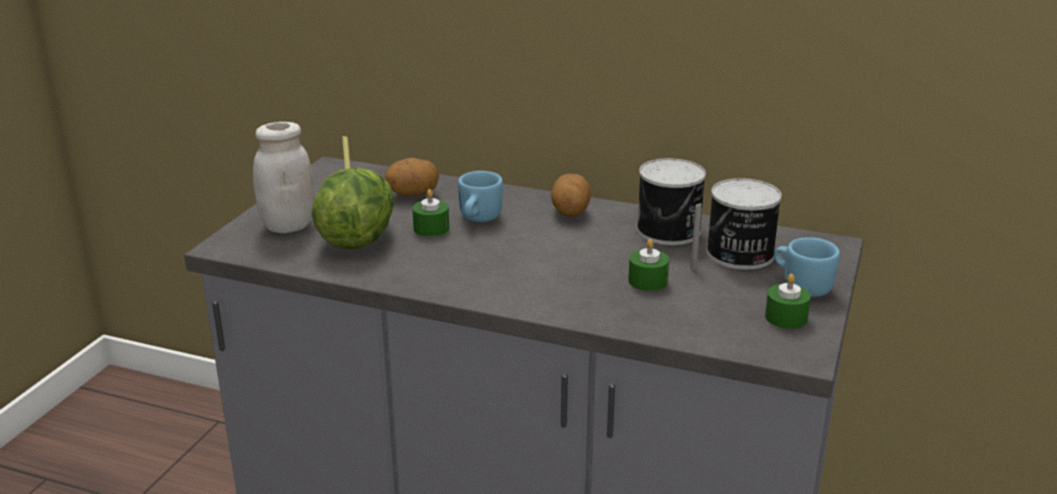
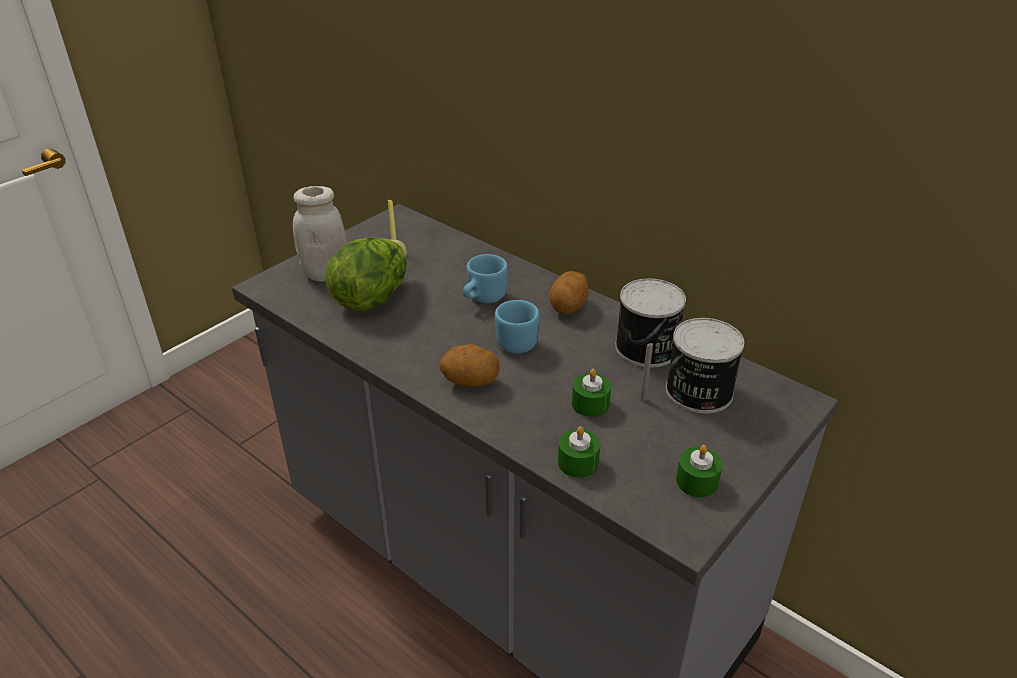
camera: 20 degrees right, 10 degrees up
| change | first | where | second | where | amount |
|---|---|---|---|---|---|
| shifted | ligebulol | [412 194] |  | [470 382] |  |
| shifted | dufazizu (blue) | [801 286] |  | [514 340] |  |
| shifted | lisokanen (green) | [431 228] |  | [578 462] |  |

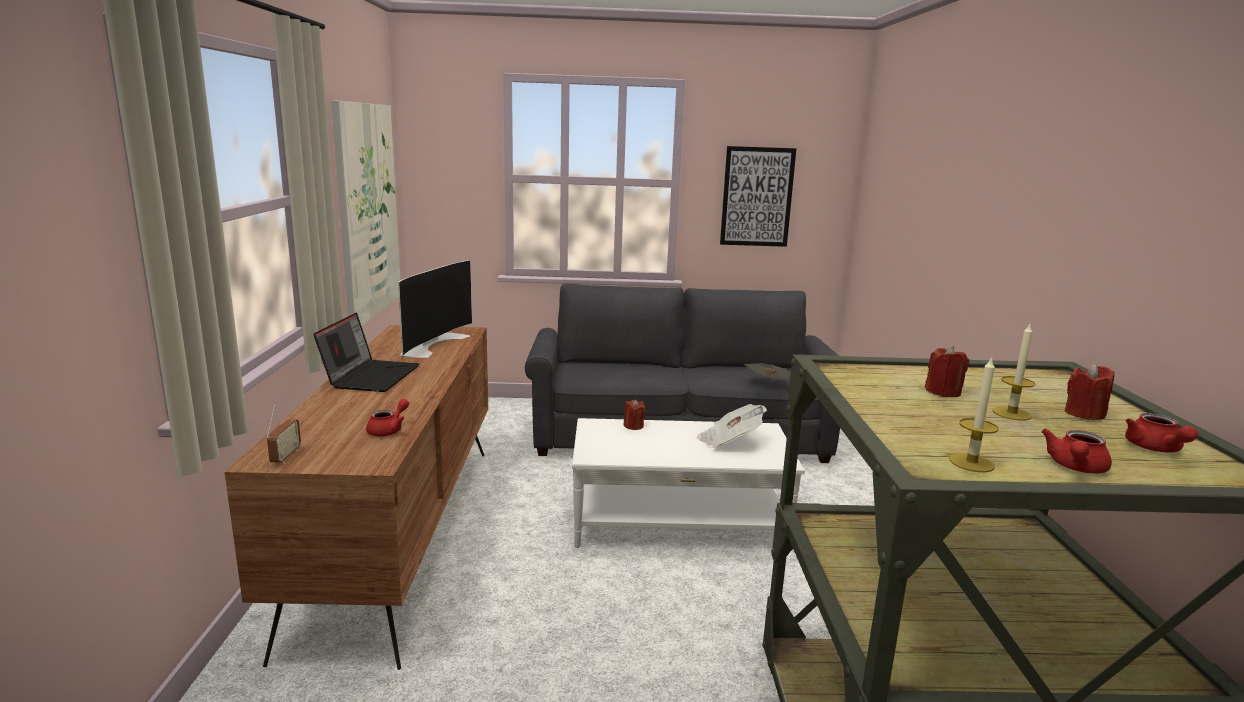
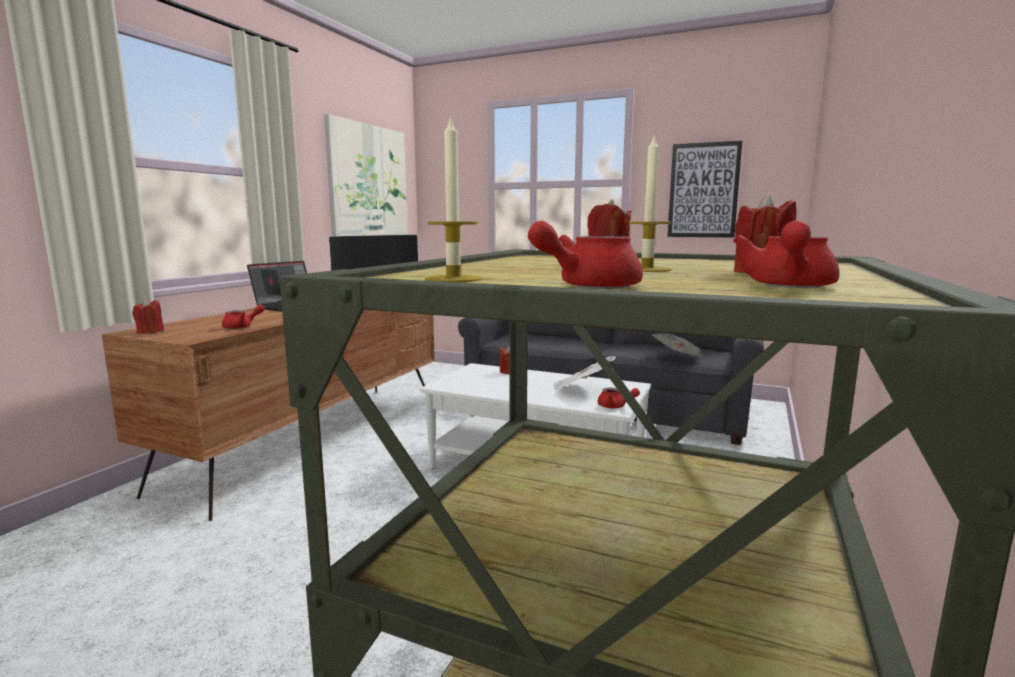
camera: 25 degrees right, 5 degrees down
| change | first | where | second | where | amount |
|---|---|---|---|---|---|
| swapped | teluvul | [285 457] | lisokanen (red) | [150 331] |  |
| new |  |  | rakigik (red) | [615 406] |  |

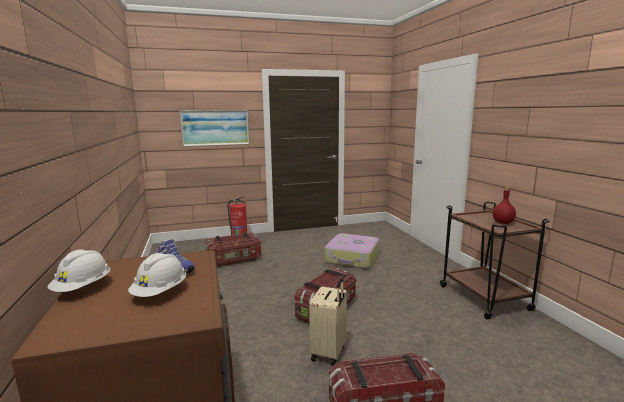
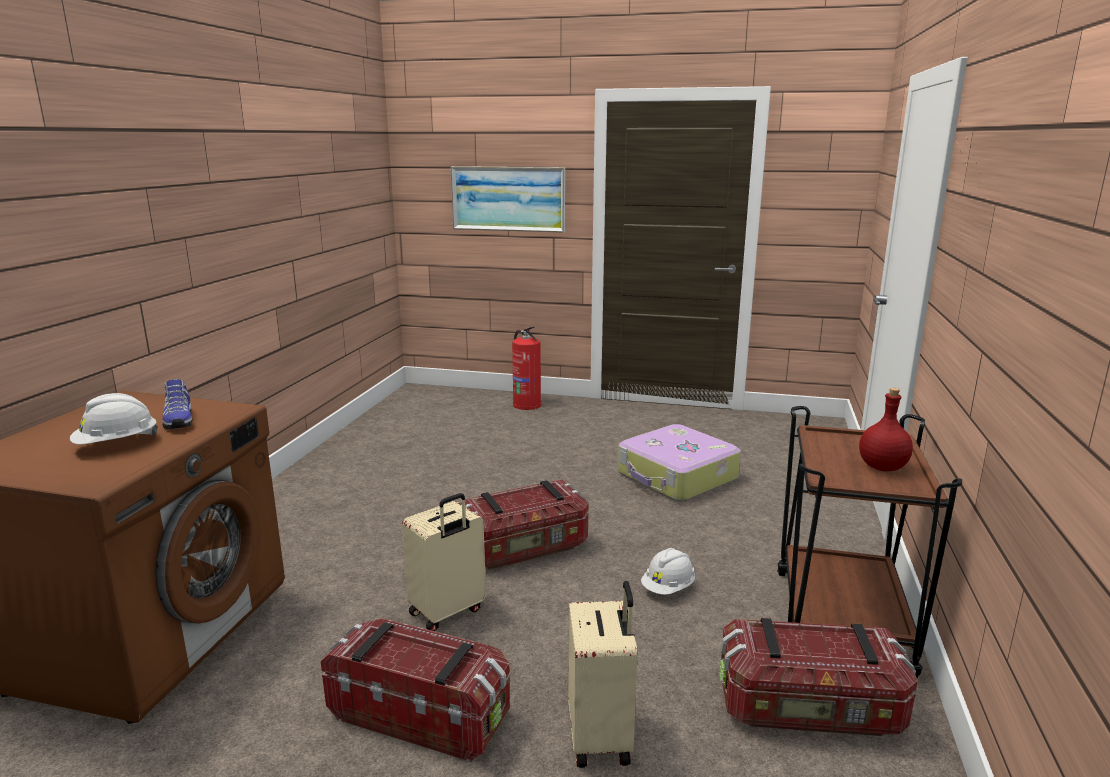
camera: 30 degrees right, 5 degrees up
| change | first | where | second | where | amount |
|---|---|---|---|---|---|
| new |  |  | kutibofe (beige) | [601 737] |  |
| shifted | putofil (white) | [83 288] |  | [668 588] |  |
| shifted | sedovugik | [234 260] |  | [809 710] |  |

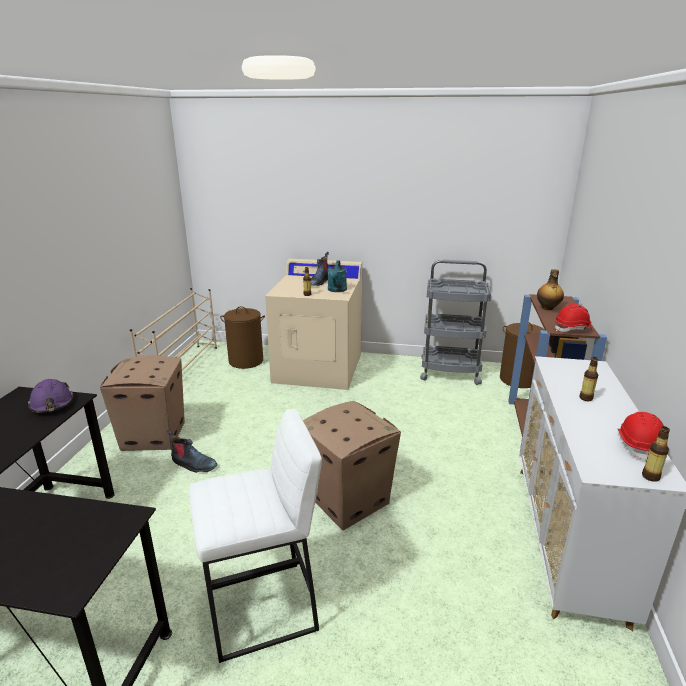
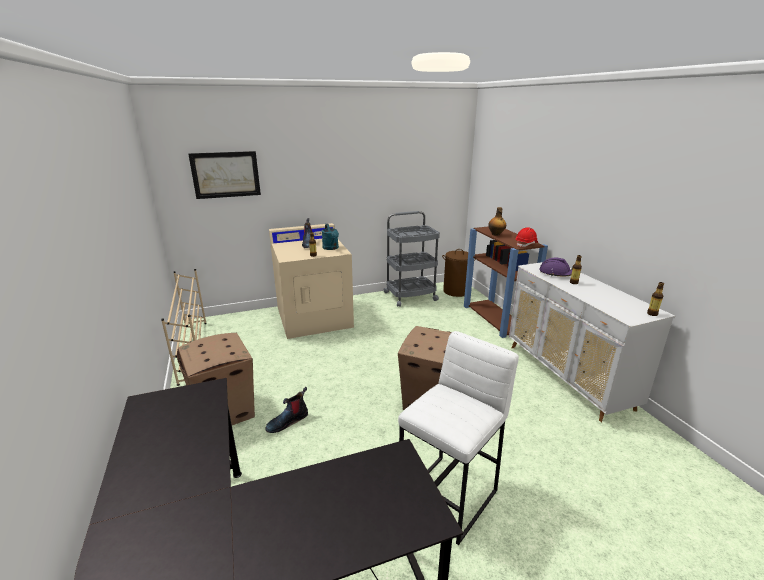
camera: 30 degrees left, 0 degrees up
| change | first | where | second | where | amount |
|---|---|---|---|---|---|
| new |  |  | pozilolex | [226 174] |  |
| rotated | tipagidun | [193 464] |  | [287 421] | 150 degrees clockwise |
| shifted | putofil (purple) | [52 404] |  | [556 273] |  |
| gone | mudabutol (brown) | [246 361] |  |  |  |
| gone | putofil (red) | [638 445] |  |  |  |

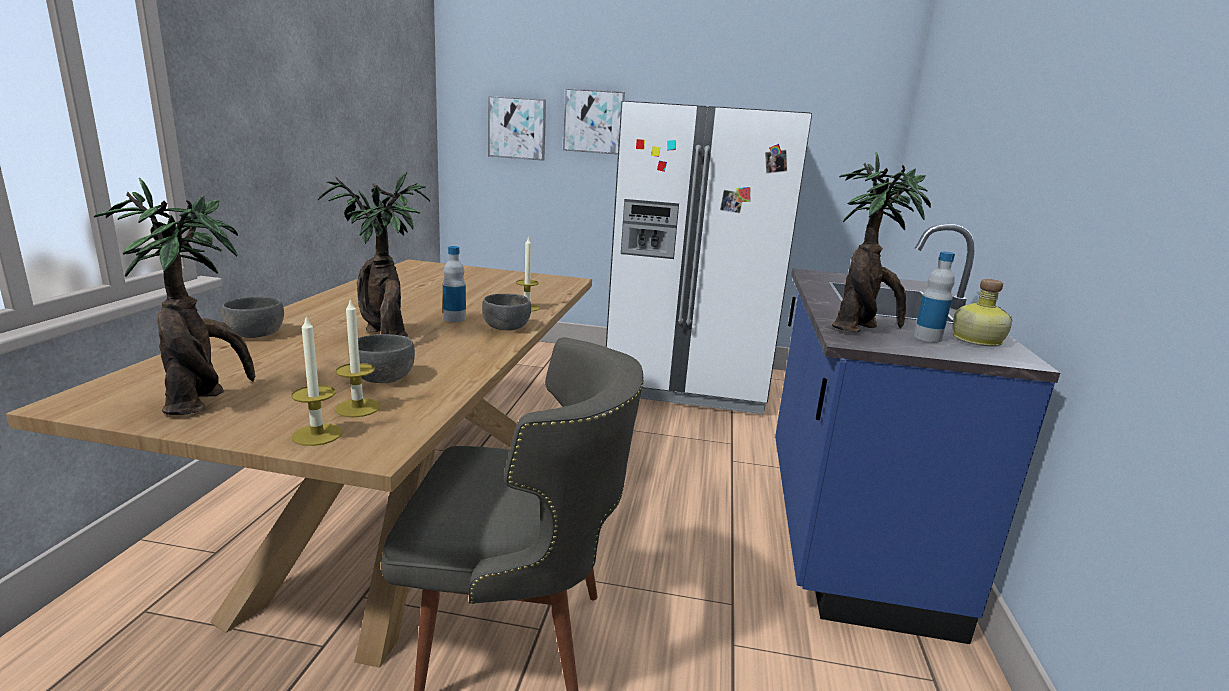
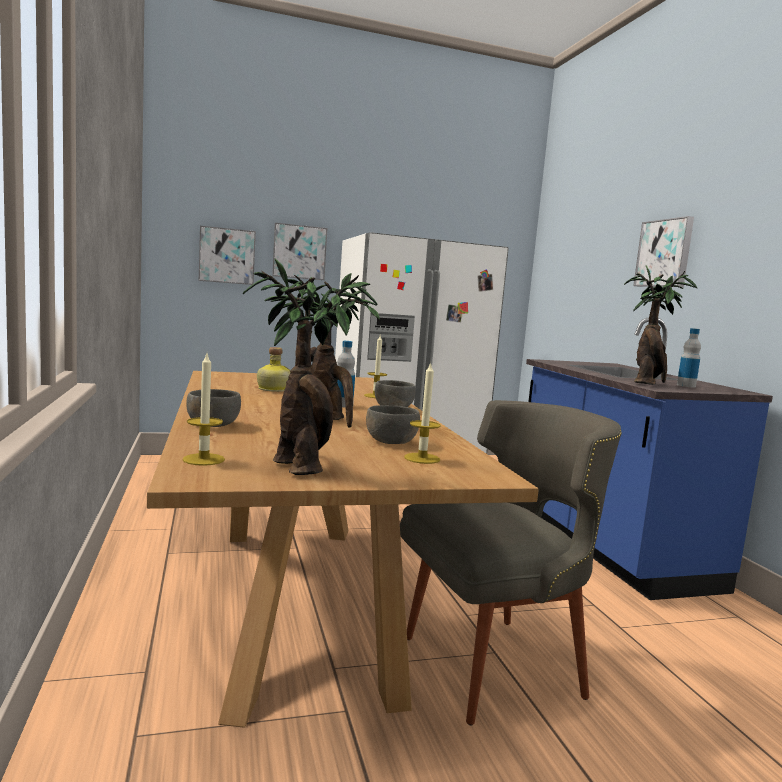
camera: 25 degrees left, 10 degrees down
| change | first | where | second | where | amount |
|---|---|---|---|---|---|
| shifted | lisokanen | [317 434] |  | [203 459] |  |
| shifted | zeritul | [975 340] |  | [272 389] |  |
| new |  |  | pozilolex | [664 253] |  |

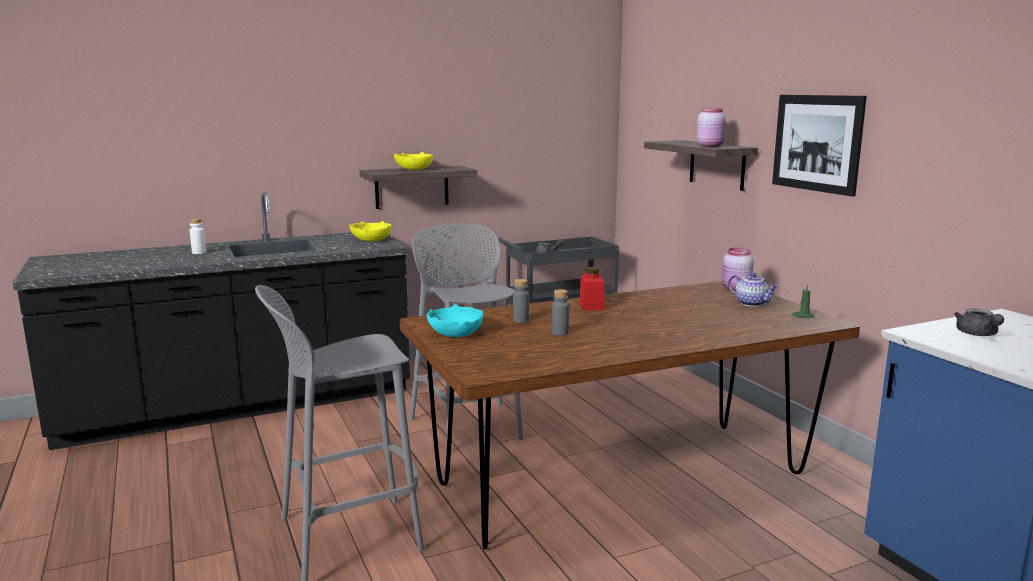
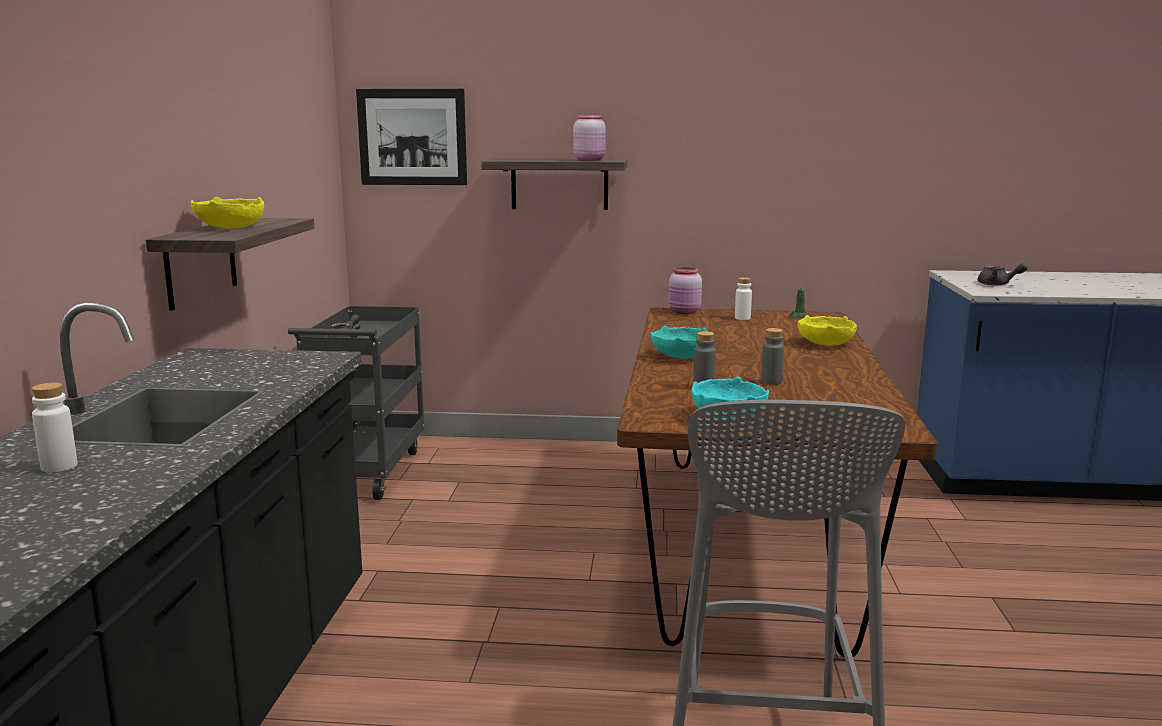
camera: 60 degrees left, 0 degrees up
| change | first | where | second | where | amount |
|---|---|---|---|---|---|
| shifted | pozilolex | [817 143] |  | [412 137] |  |
| swapped | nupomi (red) | [591 306] | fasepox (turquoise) | [682 356] |  |
| swapped | rakigik | [752 303] | zeritul (white) | [742 318] |  |
| shifted | fasepox (yellow) | [371 240] |  | [826 343] |  |
| gone | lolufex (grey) | [469 427] |  |  |  |

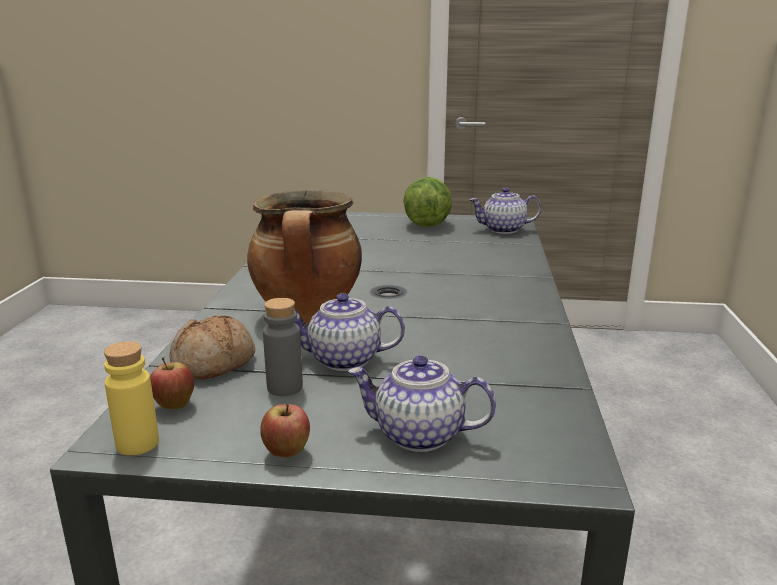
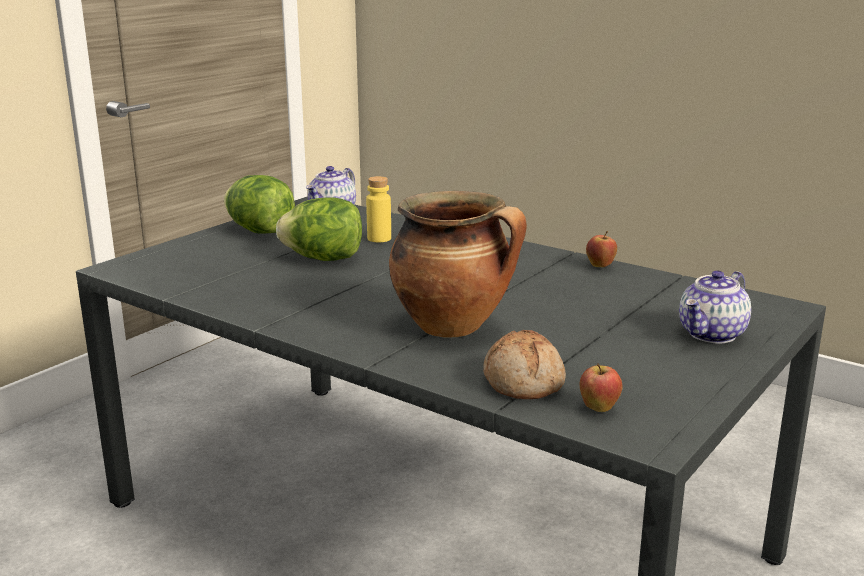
camera: 60 degrees left, 0 degrees up
| change | first | where | second | where | amount |
|---|---|---|---|---|---|
| new |  |  | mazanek | [324 259] |  |
| shifted | zeritul (yellow) | [137 443] |  | [379 238] |  |
| shifted | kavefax | [287 453] |  | [600 266] |  |
| gone | zeritul (grey) | [285 387] |  |  |  |
| gone | rakigik | [344 360] |  |  |  |

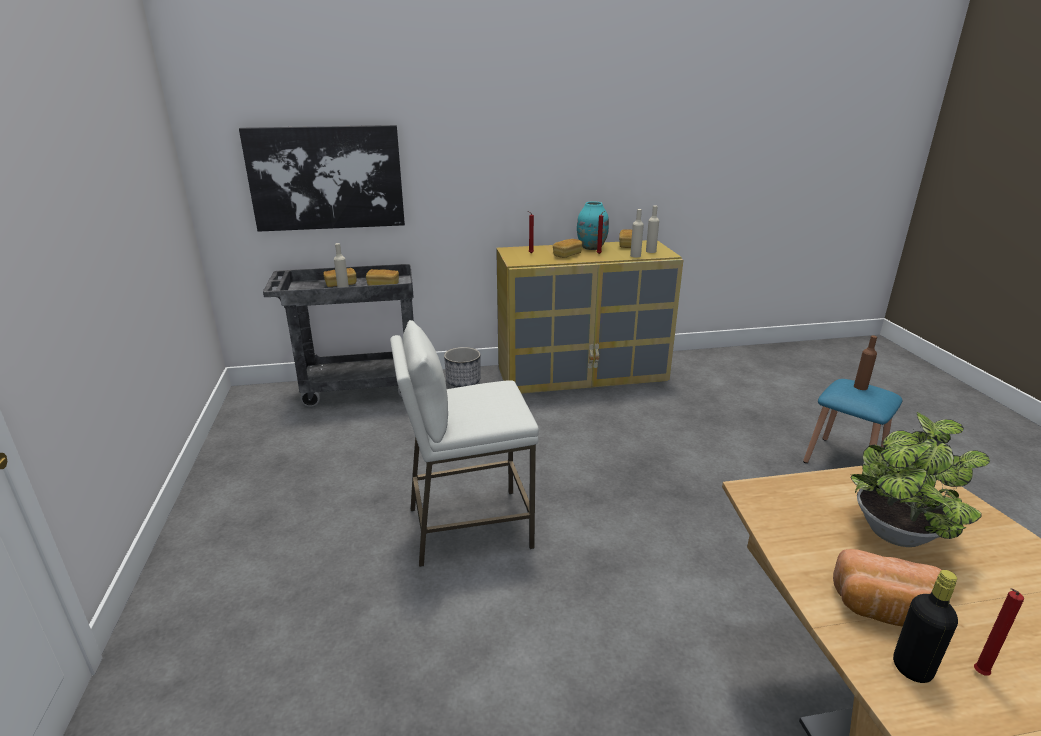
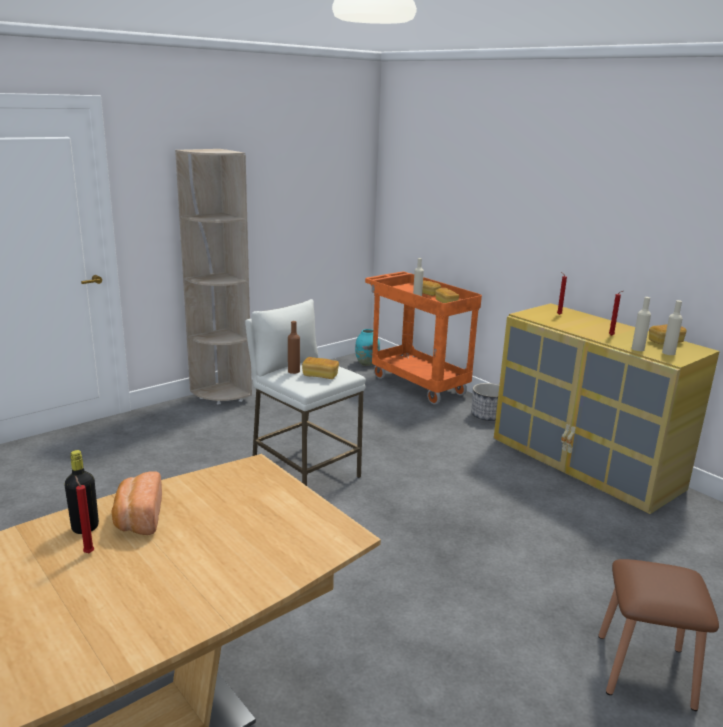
camera: 60 degrees right, 5 degrees down
| change | first | where | second | where | amount |
|---|---|---|---|---|---|
| new |  |  | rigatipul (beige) | [221 398] |  |
| shifted | zeritul (brown) | [860 387] |  | [293 371] |  |
| shifted | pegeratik | [567 255] |  | [320 376] |  |
| shifted | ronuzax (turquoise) | [591 247] |  | [366 363] |  |
| repainted | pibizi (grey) | [356 392] | pibizi (orange) | [415 385] |  |
| repainted | lolufex (blue) | [843 460] | lolufex (brown) | [645 670] |  |
| gone | pozilolex | [326 178] |  |  |  |
| gone | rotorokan | [894 537] |  |  |  |

